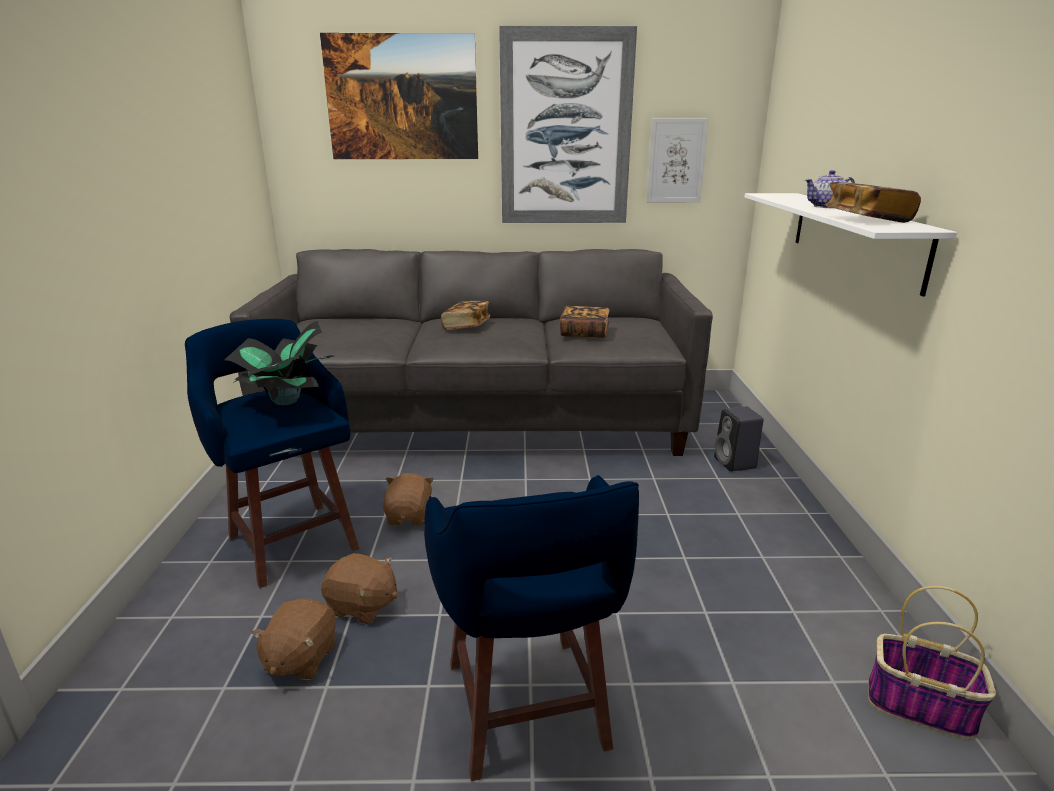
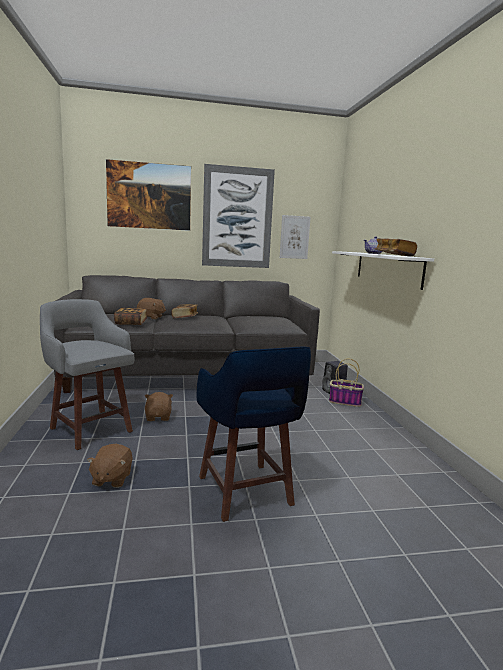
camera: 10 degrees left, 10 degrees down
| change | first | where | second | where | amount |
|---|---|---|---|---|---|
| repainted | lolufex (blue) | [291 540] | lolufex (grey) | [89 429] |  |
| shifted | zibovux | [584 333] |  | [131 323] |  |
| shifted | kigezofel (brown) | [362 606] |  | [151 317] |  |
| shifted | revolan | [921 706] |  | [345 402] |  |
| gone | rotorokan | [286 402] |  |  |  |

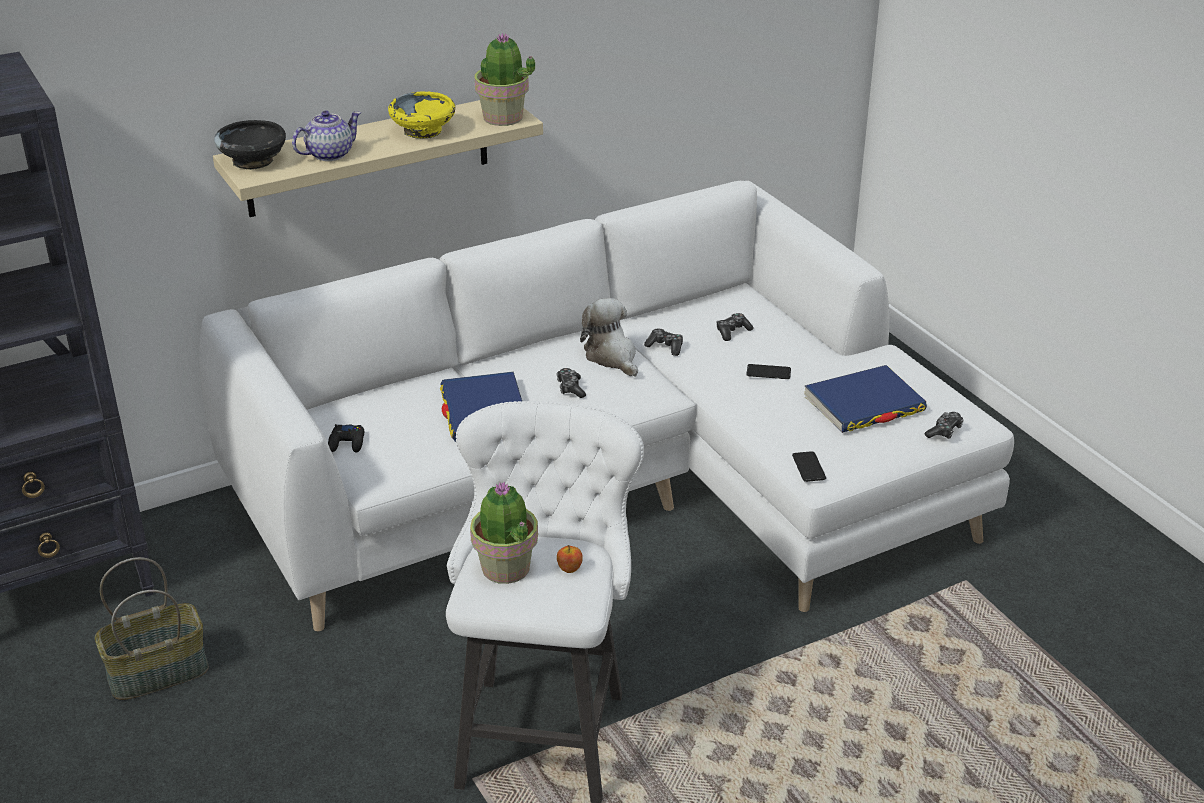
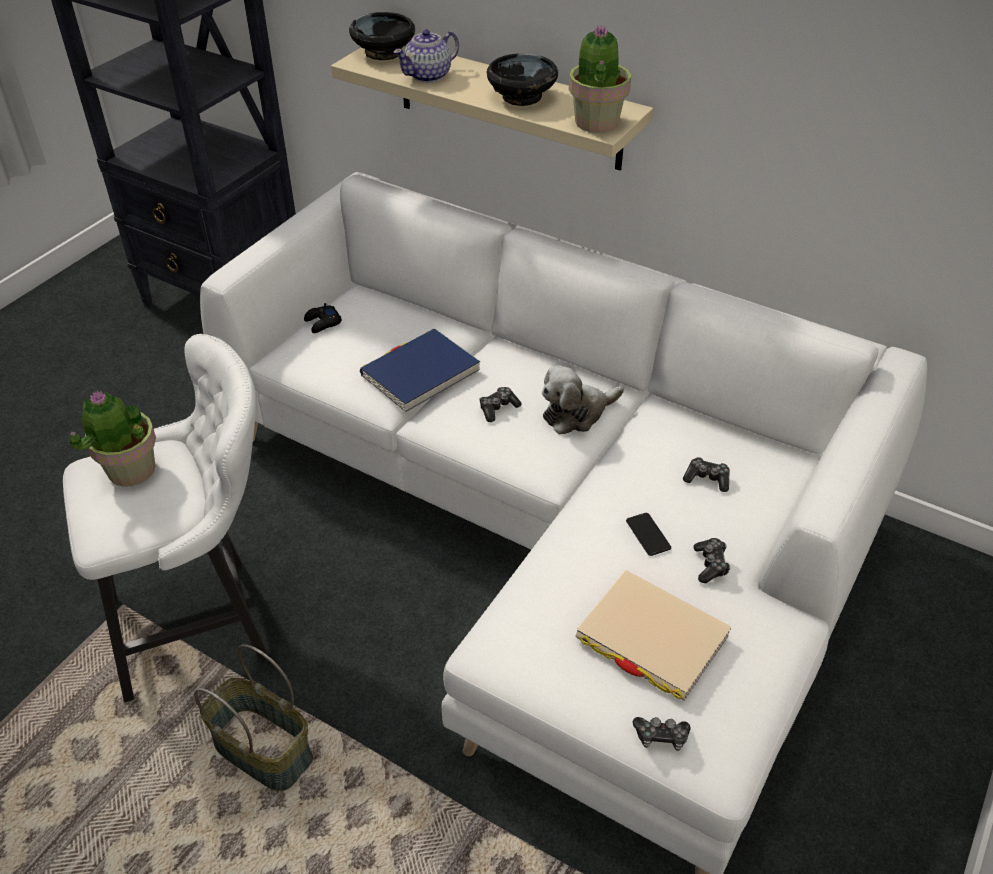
camera: 60 degrees right, 10 degrees up
| change | first | where | second | where | amount |
|---|---|---|---|---|---|
| shifted | revolan | [158 672] |  | [265 750] |  |
| rotated | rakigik | [329 154] |  | [429 76] | 120 degrees clockwise |
| repainted | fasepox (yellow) | [423 131] | fasepox (black) | [521 97] |  |
| rotated | kigezofel | [612 356] |  | [577 413] | 150 degrees counterclockwise |
| repainted | zibovux (blue) | [864 404] | zibovux (beige) | [651 638] |  |
| shifted | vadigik | [665 347] |  | [710 564] |  |
| gone | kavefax | [569 568] |  |  |  |
| gone | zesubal | [808 467] |  |  |  |

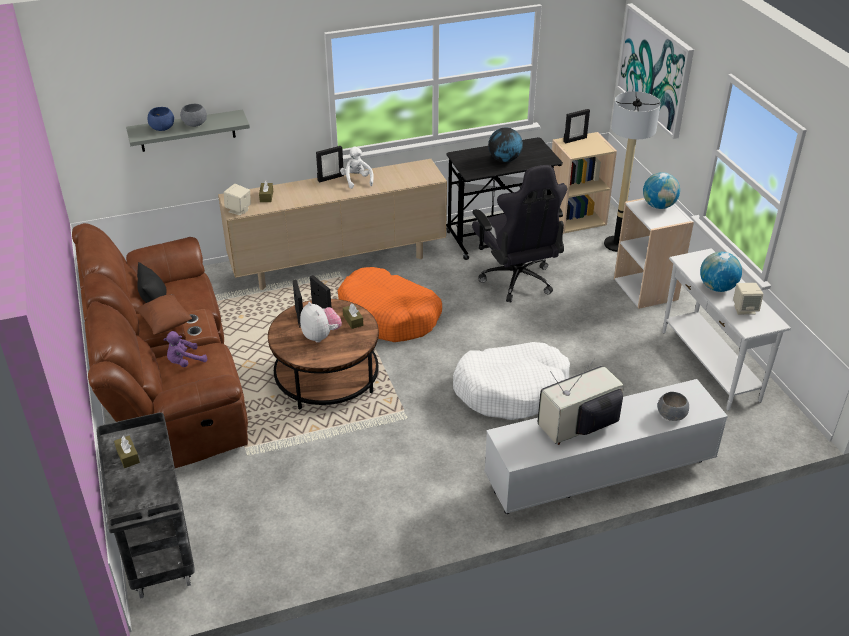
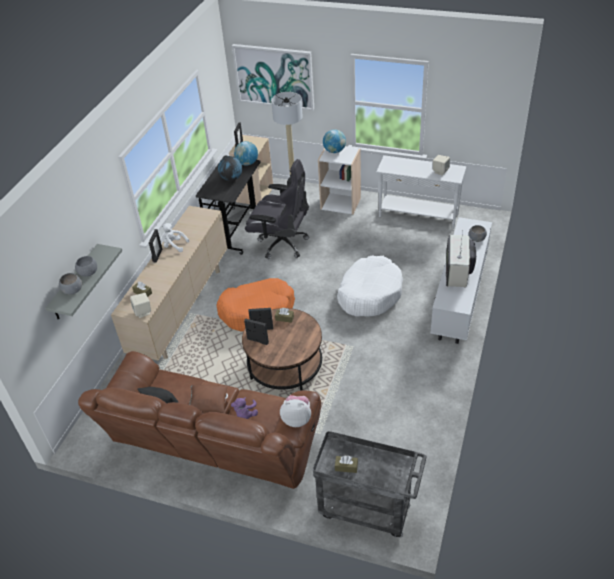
camera: 50 degrees left, 5 degrees up
| change | first | where | second | where | amount |
|---|---|---|---|---|---|
| repainted | fasepox (blue) | [162 128] | fasepox (grey) | [72 290] |  |
| shifted | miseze | [717 287] |  | [247 163] |  |
| shifted | kigezofel | [321 336] |  | [297 419] |  |

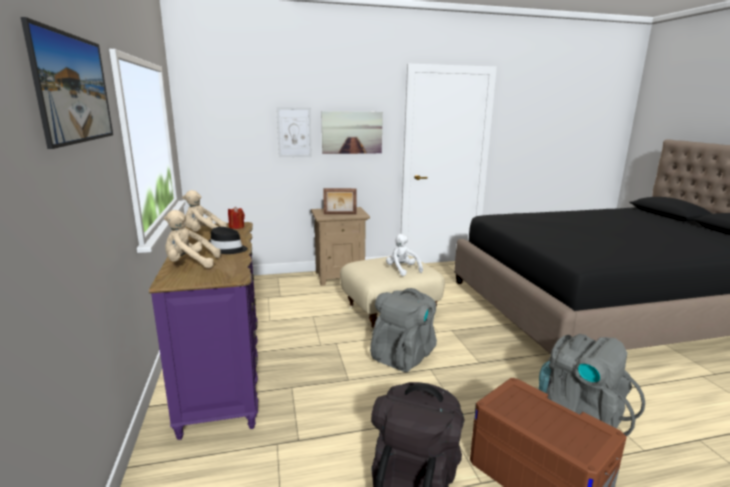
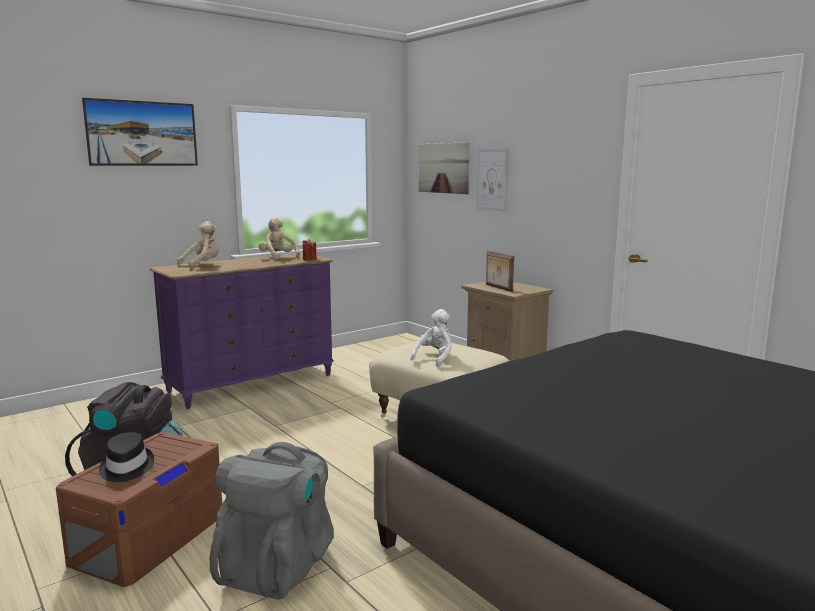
camera: 65 degrees right, 5 degrees down
| change | first | where | second | where | amount |
|---|---|---|---|---|---|
| shifted | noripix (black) | [227 249] |  | [126 467] |  |
| rotated | kigezofel (beige) | [190 264] |  | [202 265] | 75 degrees clockwise |
| shifted | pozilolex | [352 132] |  | [443 168] |  |
| gone | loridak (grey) | [404 355] |  |  |  |

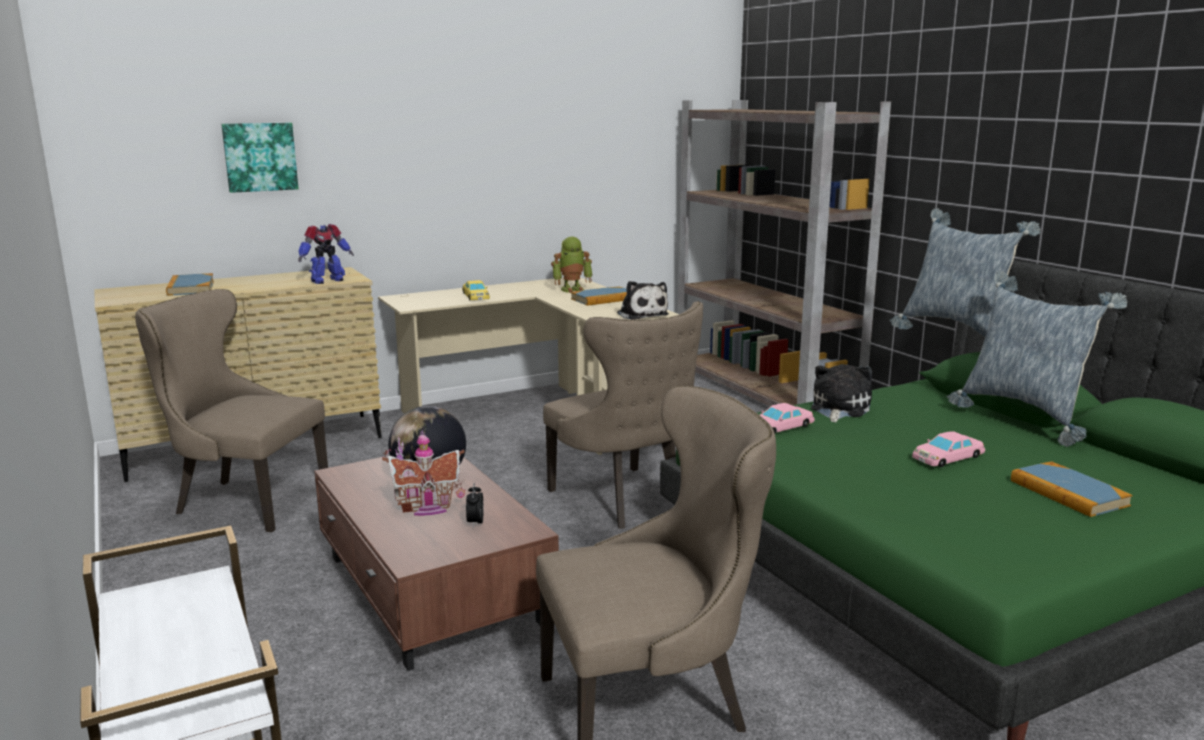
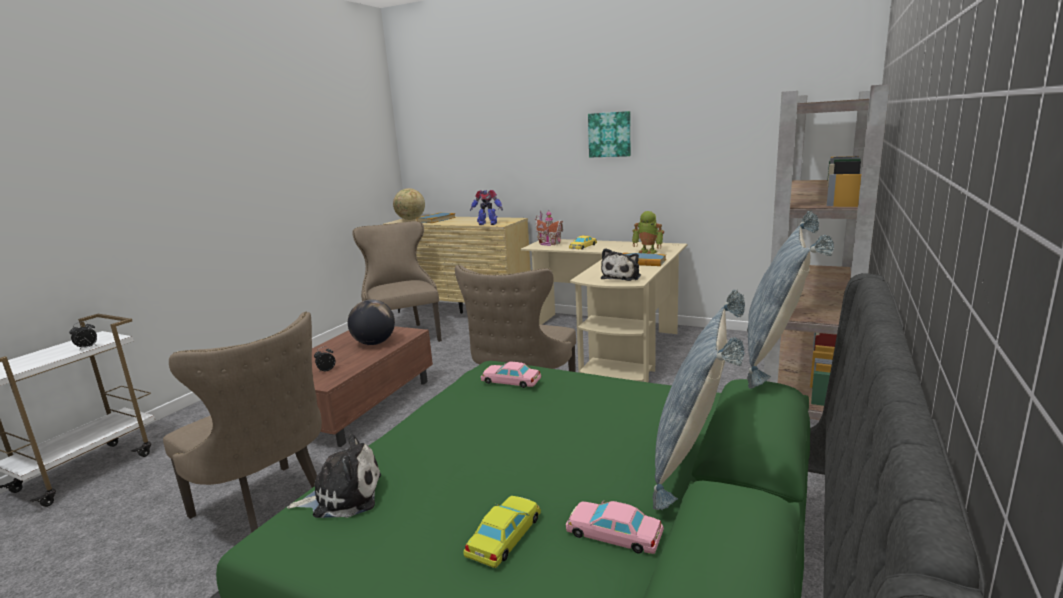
camera: 55 degrees right, 0 degrees up
| change | first | where | second | where | amount |
|---|---|---|---|---|---|
| new |  |  | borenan | [87 348] |  |
| shifted | kigezofel | [838 409] |  | [343 496] |  |
| new |  |  | miseze | [410 219] |  |
| swapped | zibovux | [1068 493] | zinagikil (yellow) | [505 535] |  |
| shifted | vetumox | [427 508] |  | [548 244] |  |
| shifted | zinagikil (pink) | [947 457] |  | [613 533] |  |
| shifted | pozilolex | [260 157] |  | [610 134] |  |

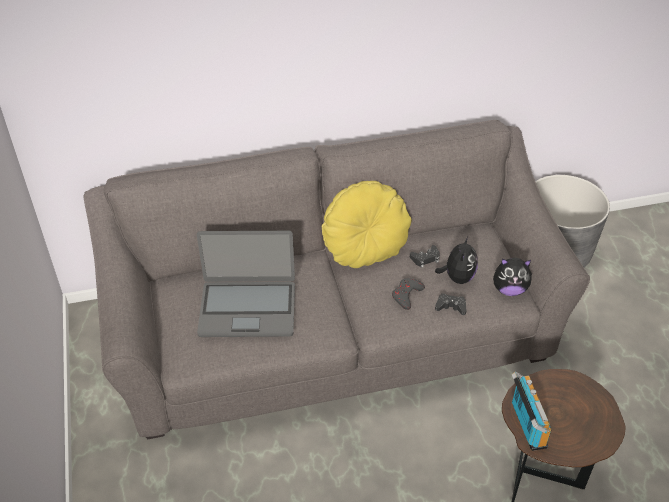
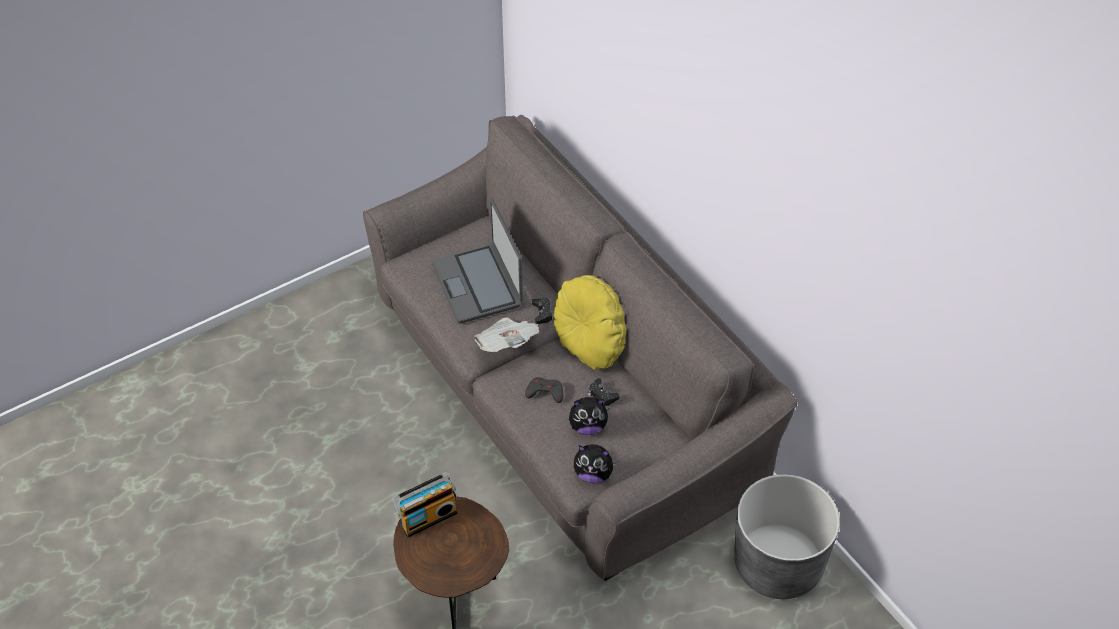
camera: 70 degrees right, 5 degrees up
| change | first | where | second | where | amount |
|---|---|---|---|---|---|
| new |  |  | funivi | [506 345] |  |
| shifted | vadigik (black) | [451 307] |  | [542 313] |  |
| rotated | kigezofel | [509 289] |  | [593 474] | 60 degrees counterclockwise |

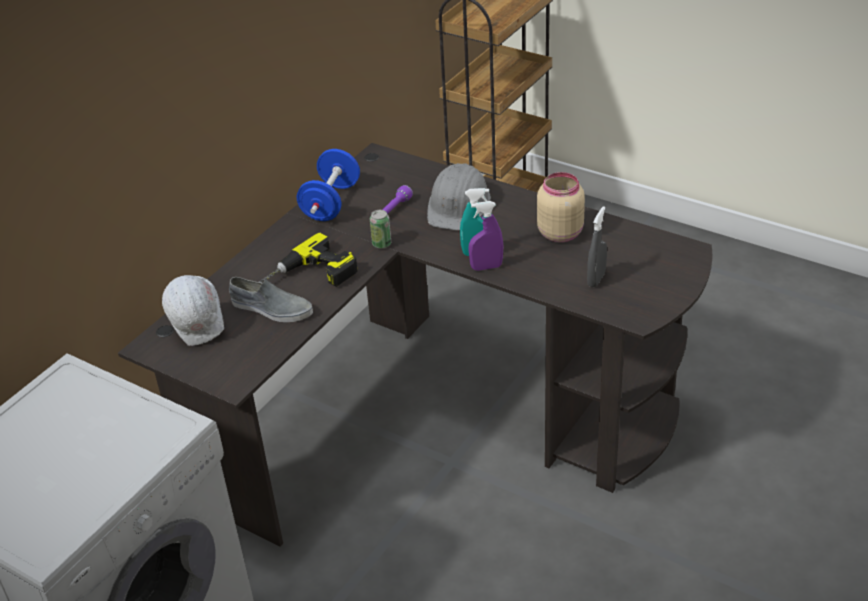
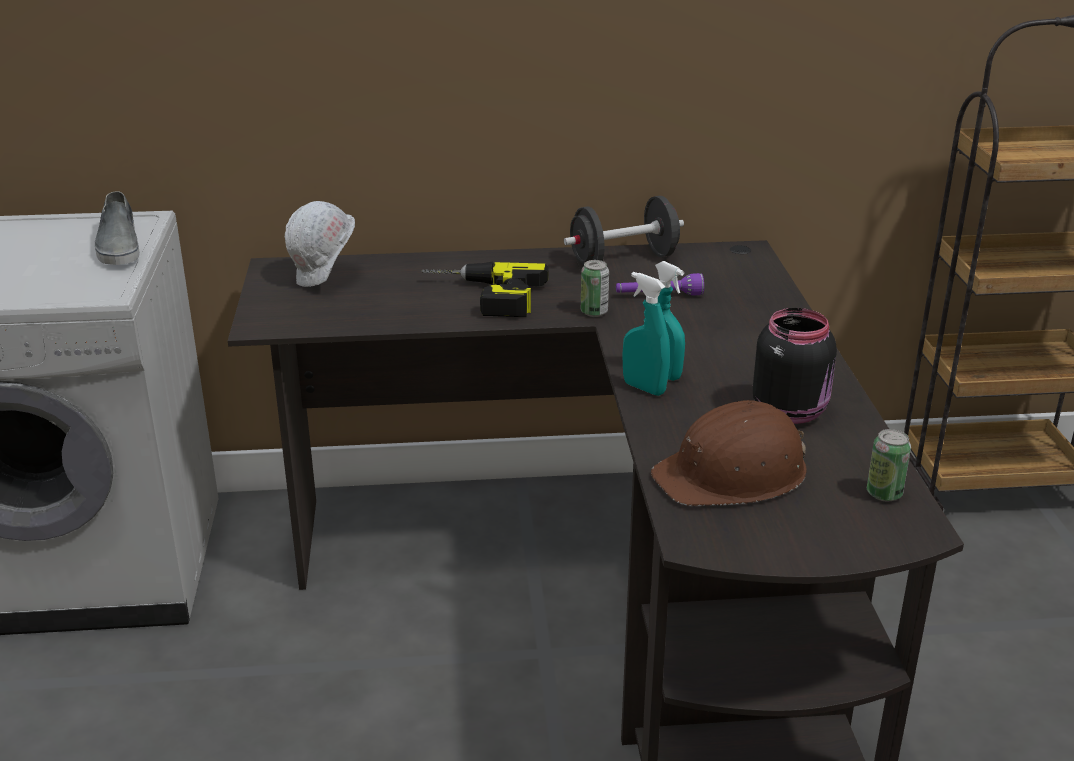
camera: 50 degrees right, 10 degrees down
| change | first | where | second | where | amount |
|---|---|---|---|---|---|
| shifted | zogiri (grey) | [271 308] |  | [119 245] |  |
| repainted | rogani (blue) | [331 203] | rogani (black) | [623 260] |  |
| repainted | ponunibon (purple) | [486 267] | ponunibon (turquoise) | [644 388] |  |
| swapped | ponunibon (grey) | [596 279] | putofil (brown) | [733 474] |  |
| repainted | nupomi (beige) | [560 232] | nupomi (black) | [791 411] |  |
| new |  |  | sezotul | [884 494] |  |
| gone | putofil (grey) | [458 205] |  |  |  |

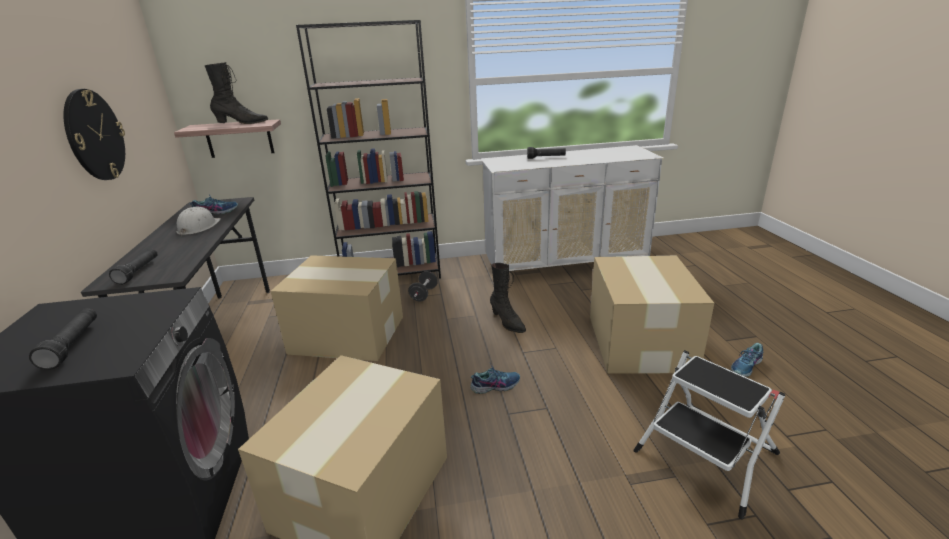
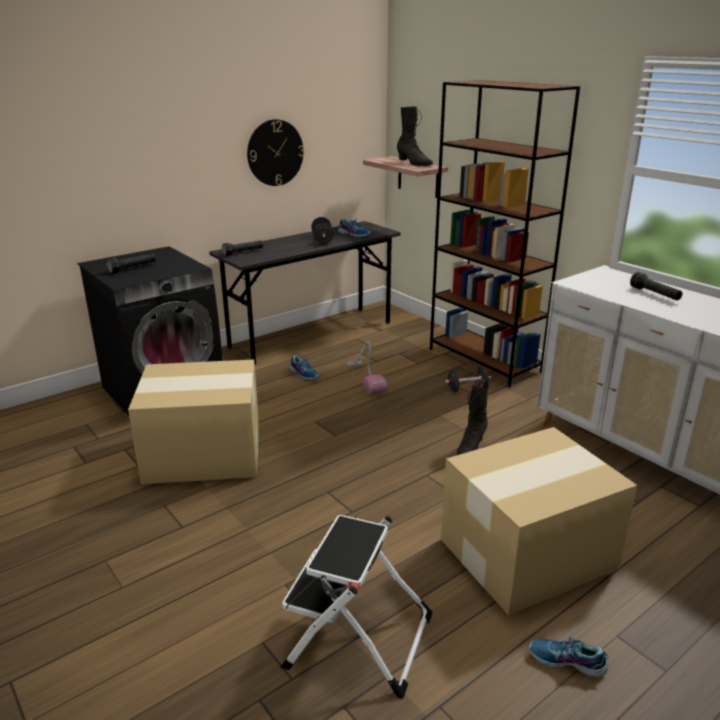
camera: 60 degrees right, 0 degrees up
| change | first | where | second | where | amount |
|---|---|---|---|---|---|
| shifted | zogiri | [495 385] |  | [304 374] |  |
| swapped | putofil (white) | [198 227] | rogani (black) | [322 240] |  |
| swapped | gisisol | [346 334] | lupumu | [365 378] |  |

